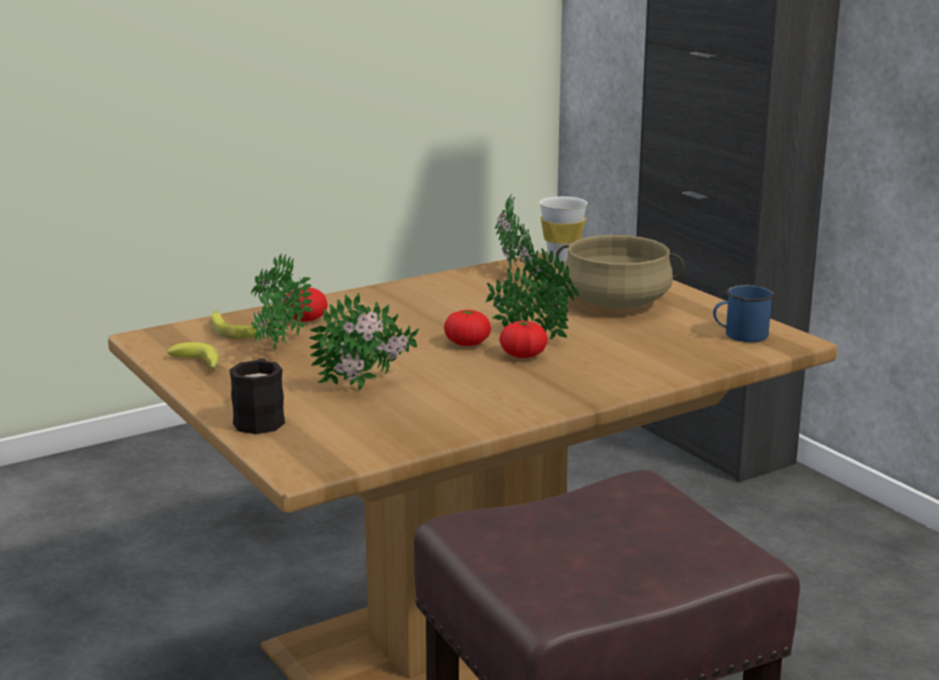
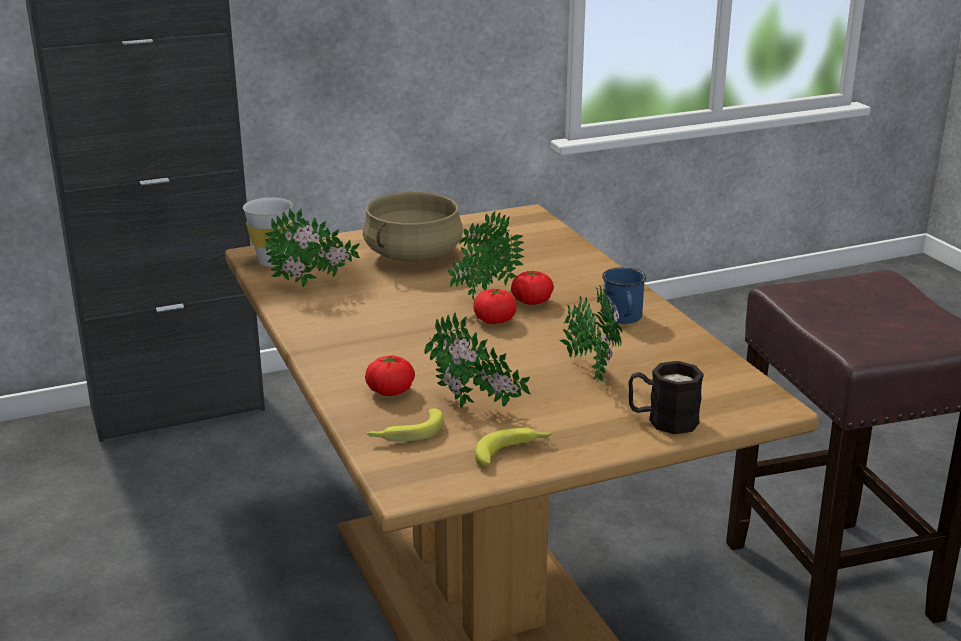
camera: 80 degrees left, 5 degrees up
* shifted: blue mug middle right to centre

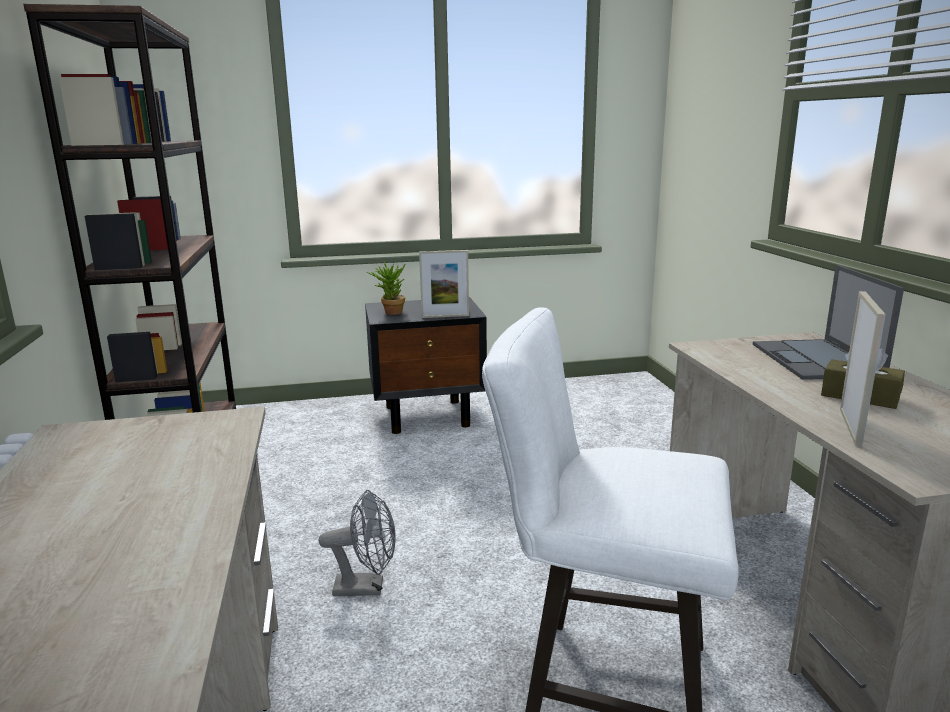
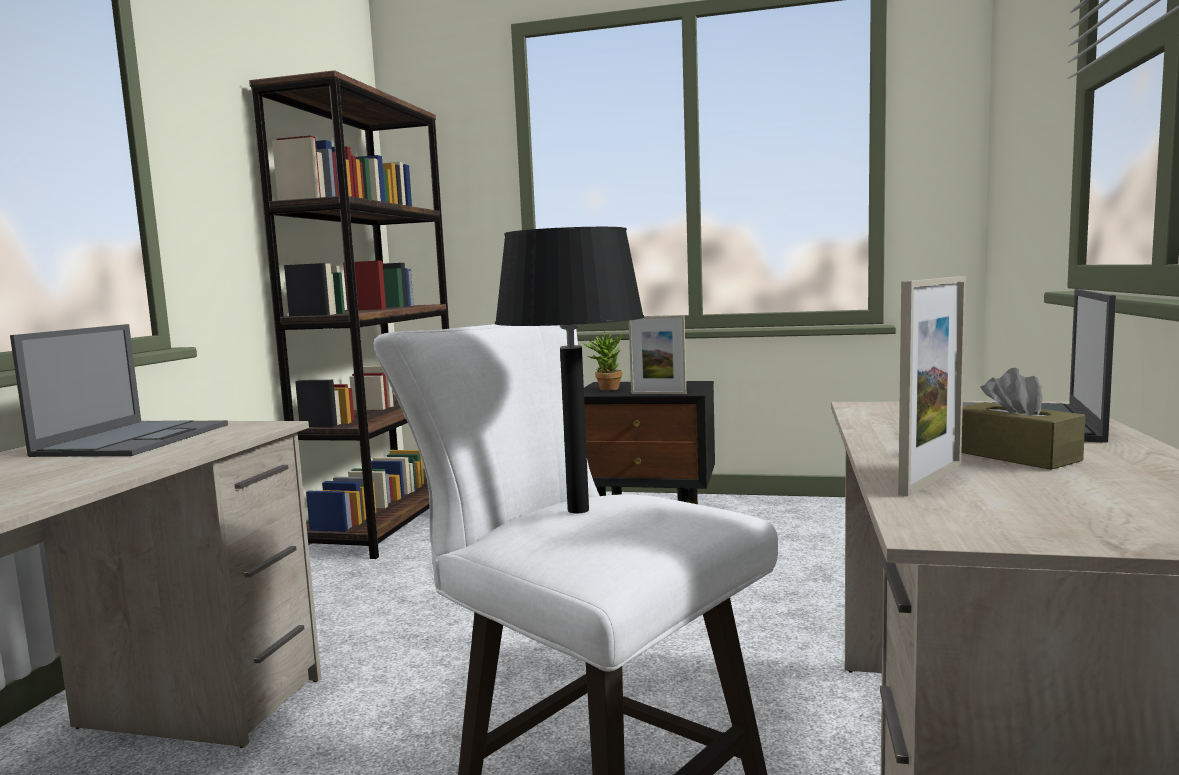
camera: 25 degrees right, 10 degrees down
* gone: grey fan bottom centre
* new: black table lamp centre
* new: laptop (no. 1 from left) middle left

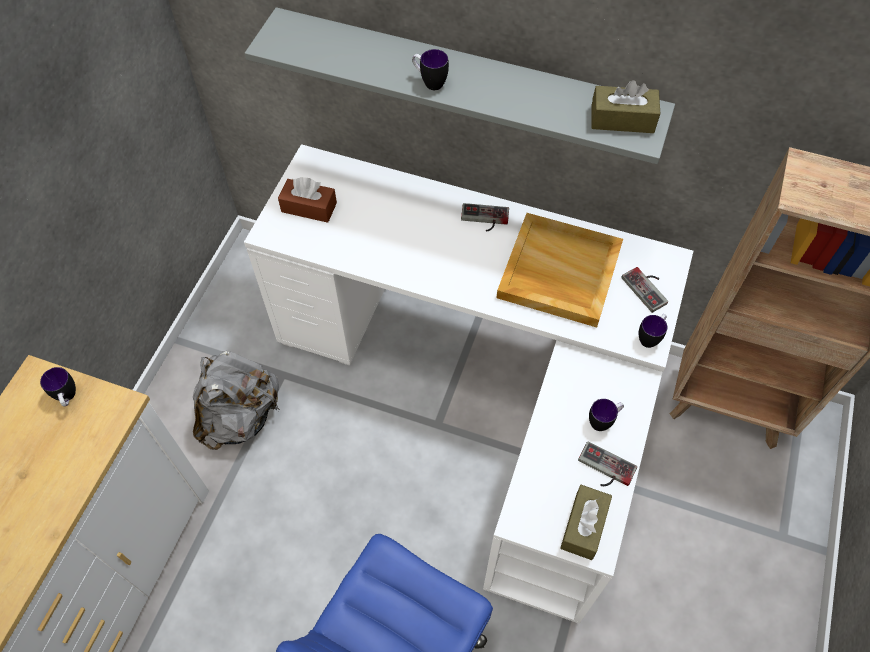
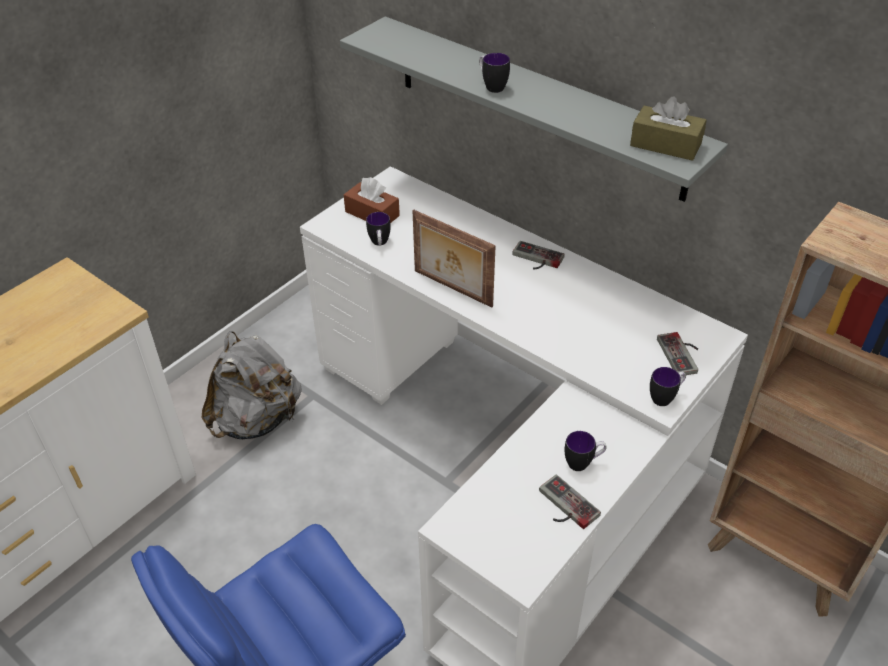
camera: 20 degrees right, 15 degrees down
* gone: beige tray centre
* shifted: mug (no. 1 from left) middle left to centre
* gone: brown tissue box (no. 2 from left) bottom right
* new: picture frame centre

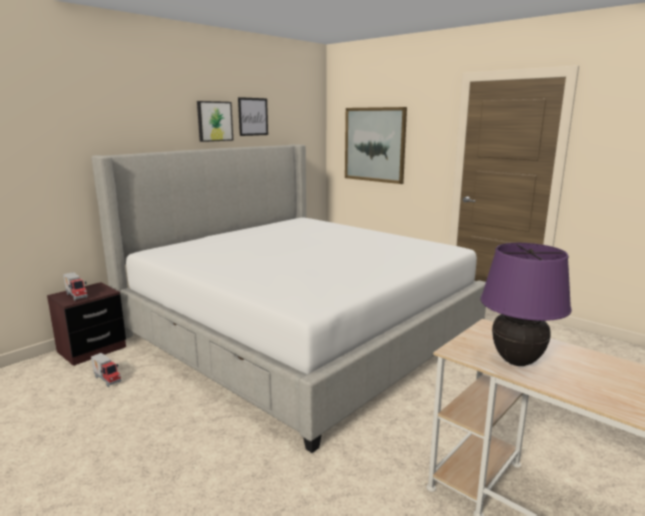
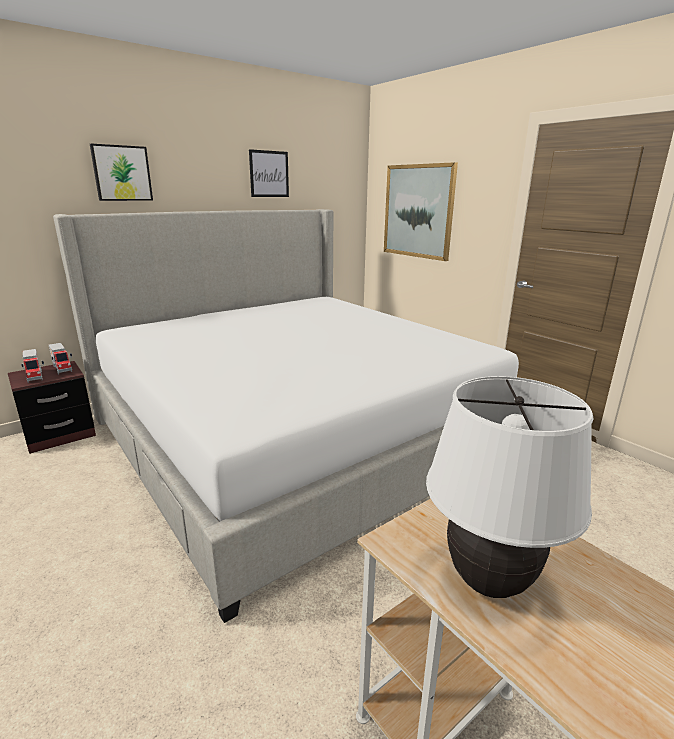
camera: 10 degrees right, 5 degrees up
* shifted: picture (no. 1 from left) top centre to top left
* repainted: purple table lamp middle right to white table lamp middle right
* shifted: toy truck (no. 2 from left) bottom left to middle left

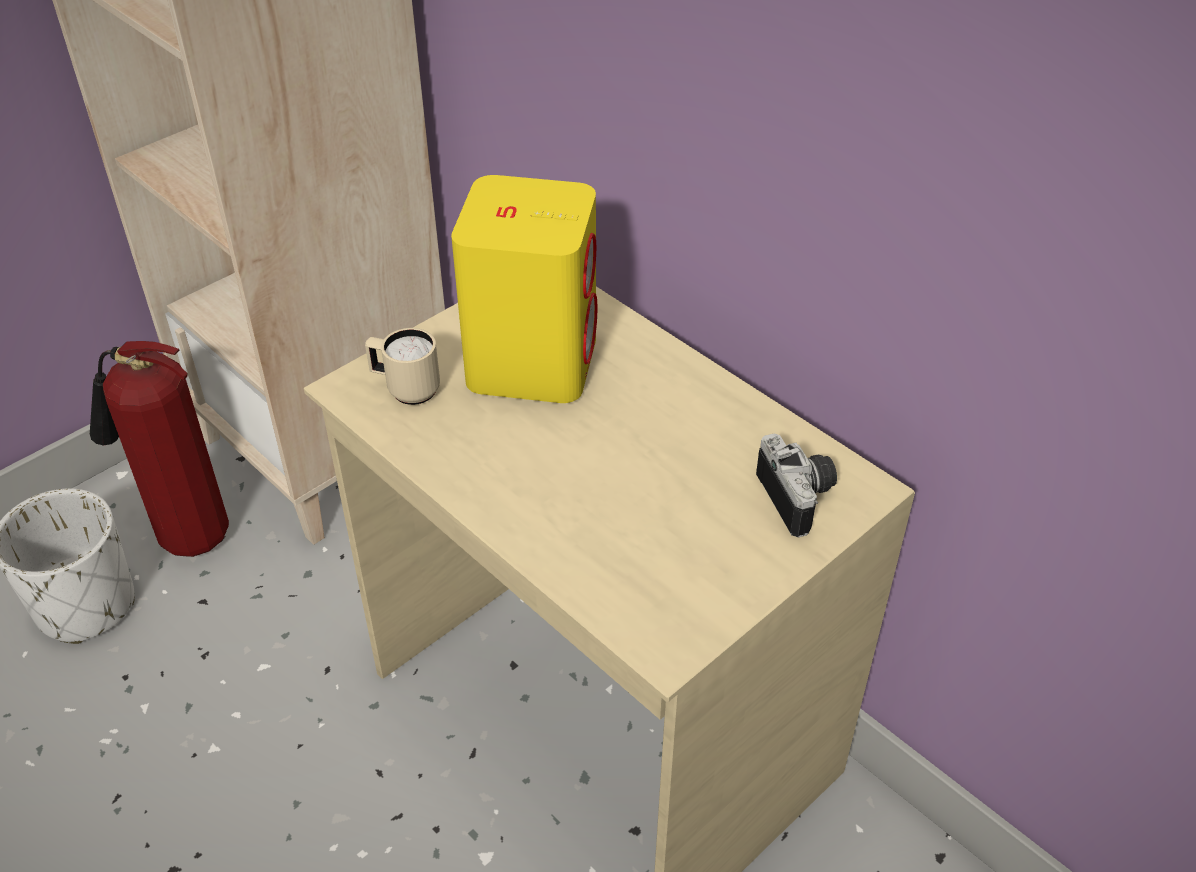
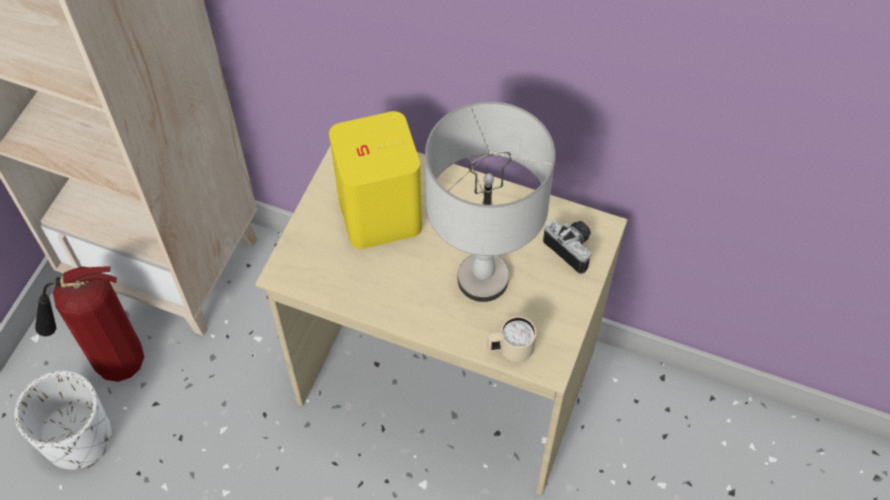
camera: 25 degrees left, 15 degrees up
* shifted: beige mug centre to bottom centre
* new: grey table lamp centre

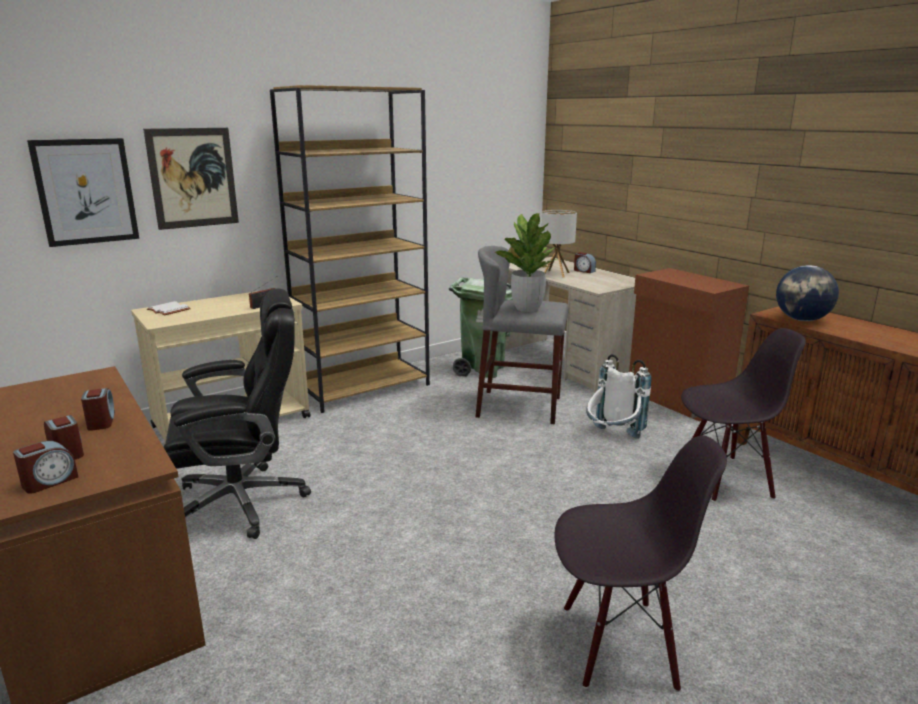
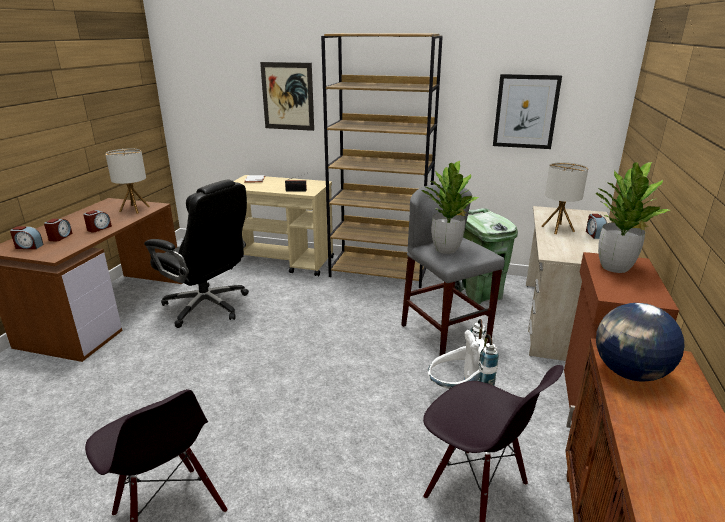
camera: 50 degrees right, 5 degrees up
* shifted: picture (no. 1 from left in the first image) top left to picture (no. 2 from left) top right
* new: table lamp (no. 1 from left) middle left
* new: potted plant (no. 2 from left) middle right

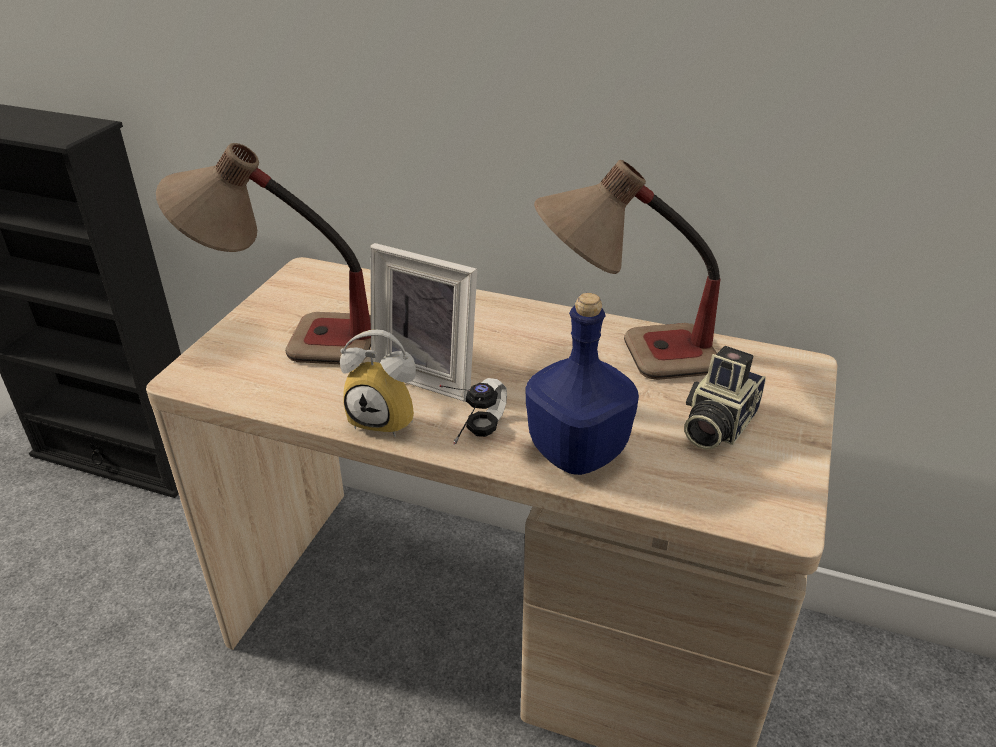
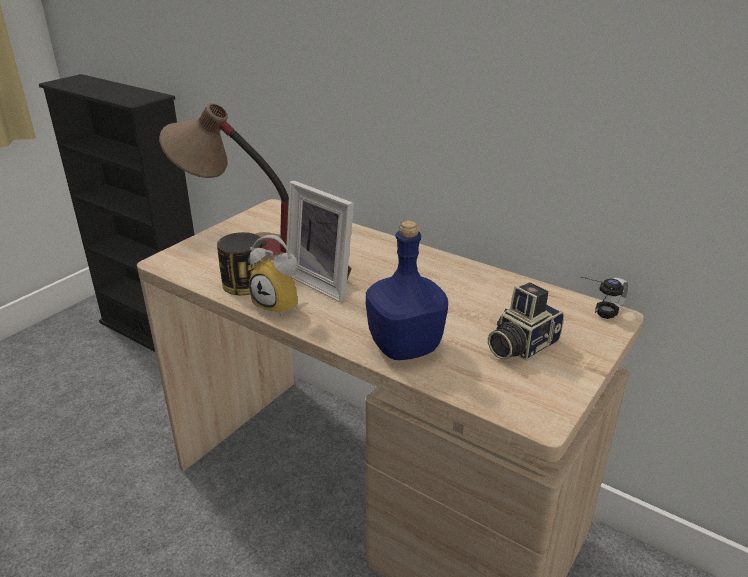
camera: 15 degrees right, 5 degrees down
* gone: table lamp (no. 2 from left) centre
* shifted: headphones centre to middle right
* new: can middle left

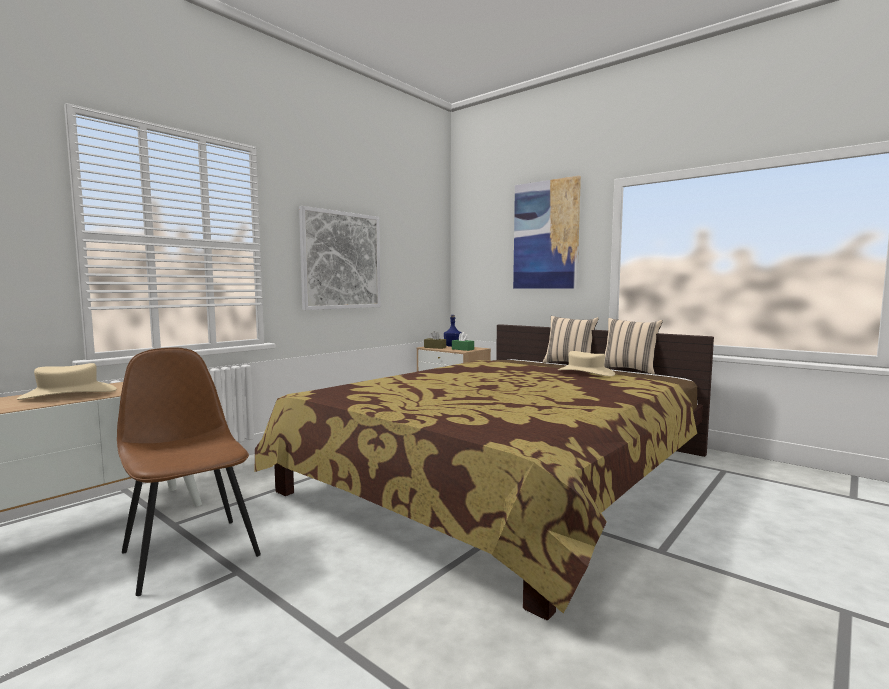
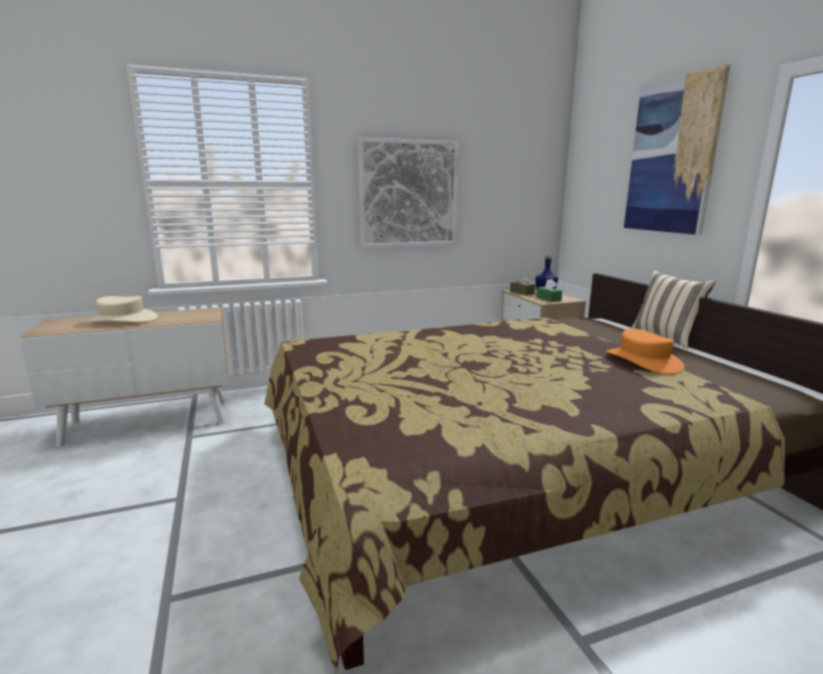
camera: 30 degrees right, 10 degrees up
* gone: beige pillow (no. 2 from left) middle right
* gone: brown chair bottom left
* repainted: beige hat (no. 2 from left) centre to orange hat middle right

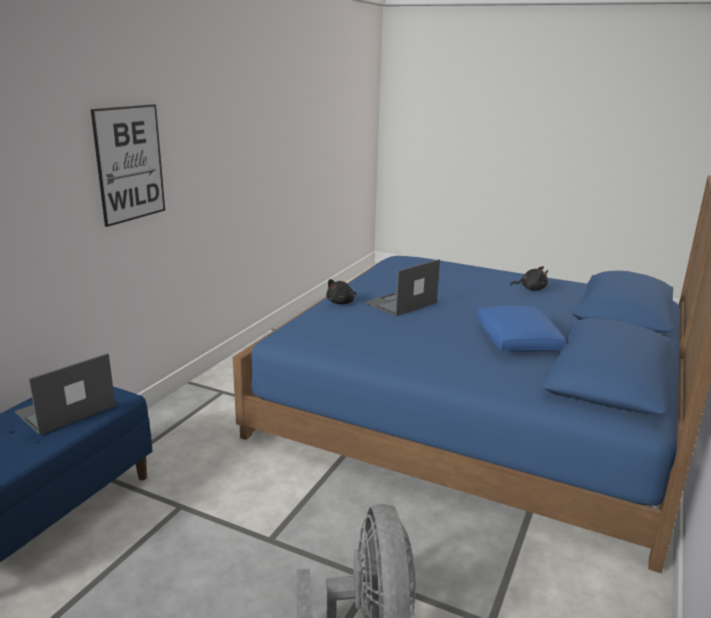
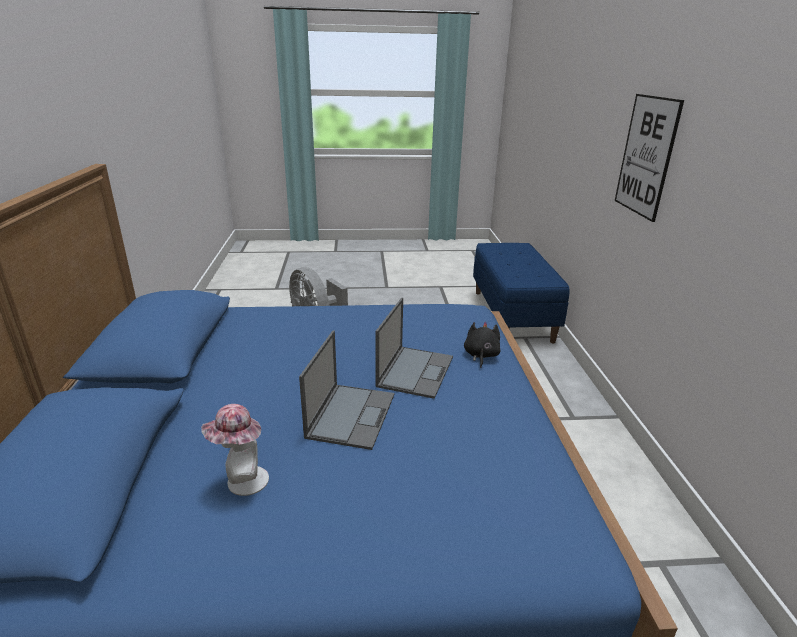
camera: 150 degrees right, 5 degrees up
* swapped: black plush toy (no. 2 from left) middle right to hat bottom left
* gone: blue pillow middle right
* shifted: laptop (no. 1 from left) middle left to centre

